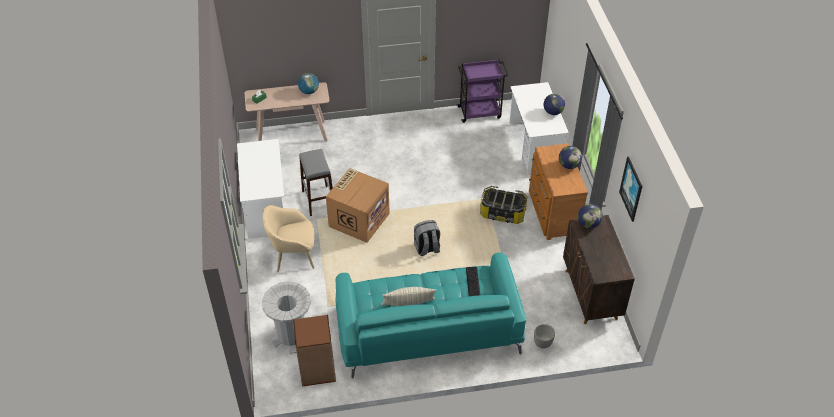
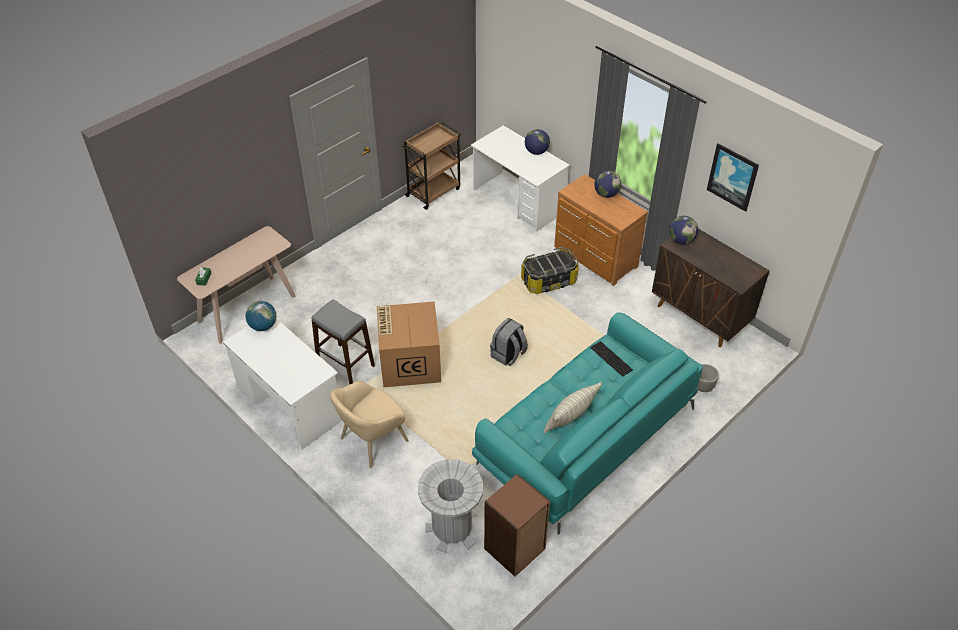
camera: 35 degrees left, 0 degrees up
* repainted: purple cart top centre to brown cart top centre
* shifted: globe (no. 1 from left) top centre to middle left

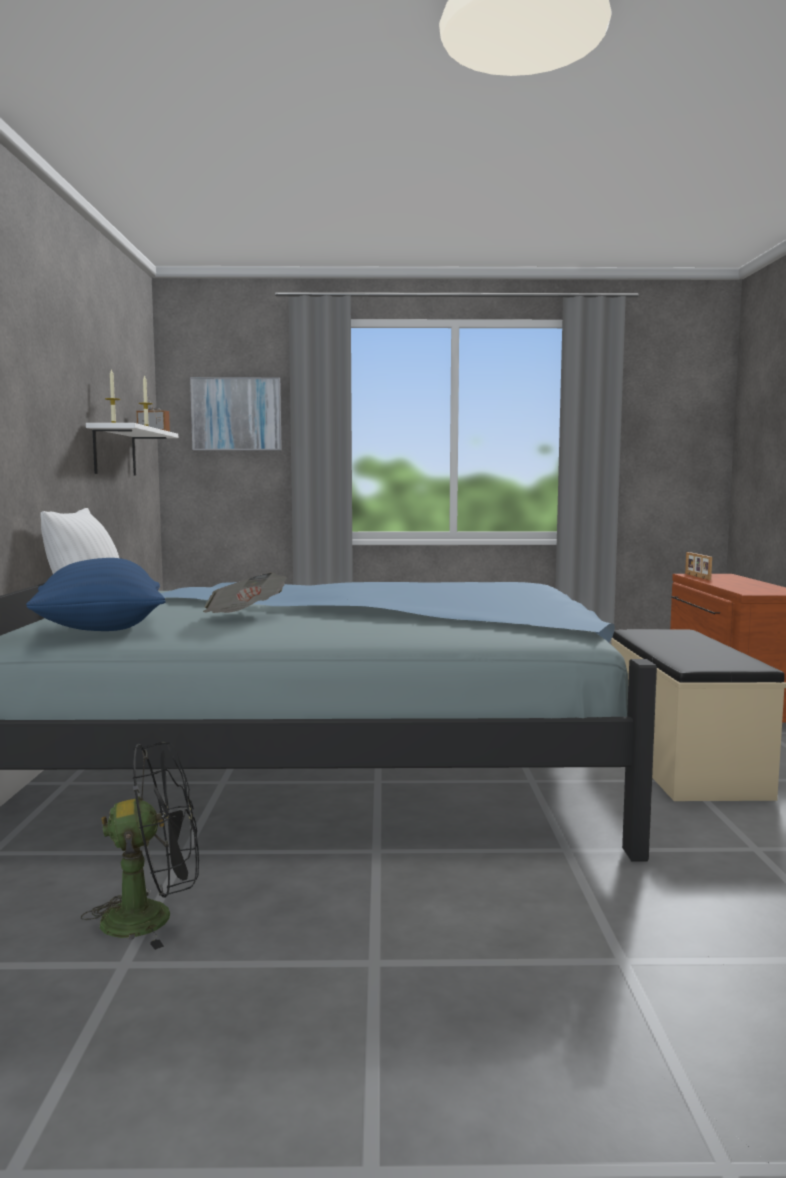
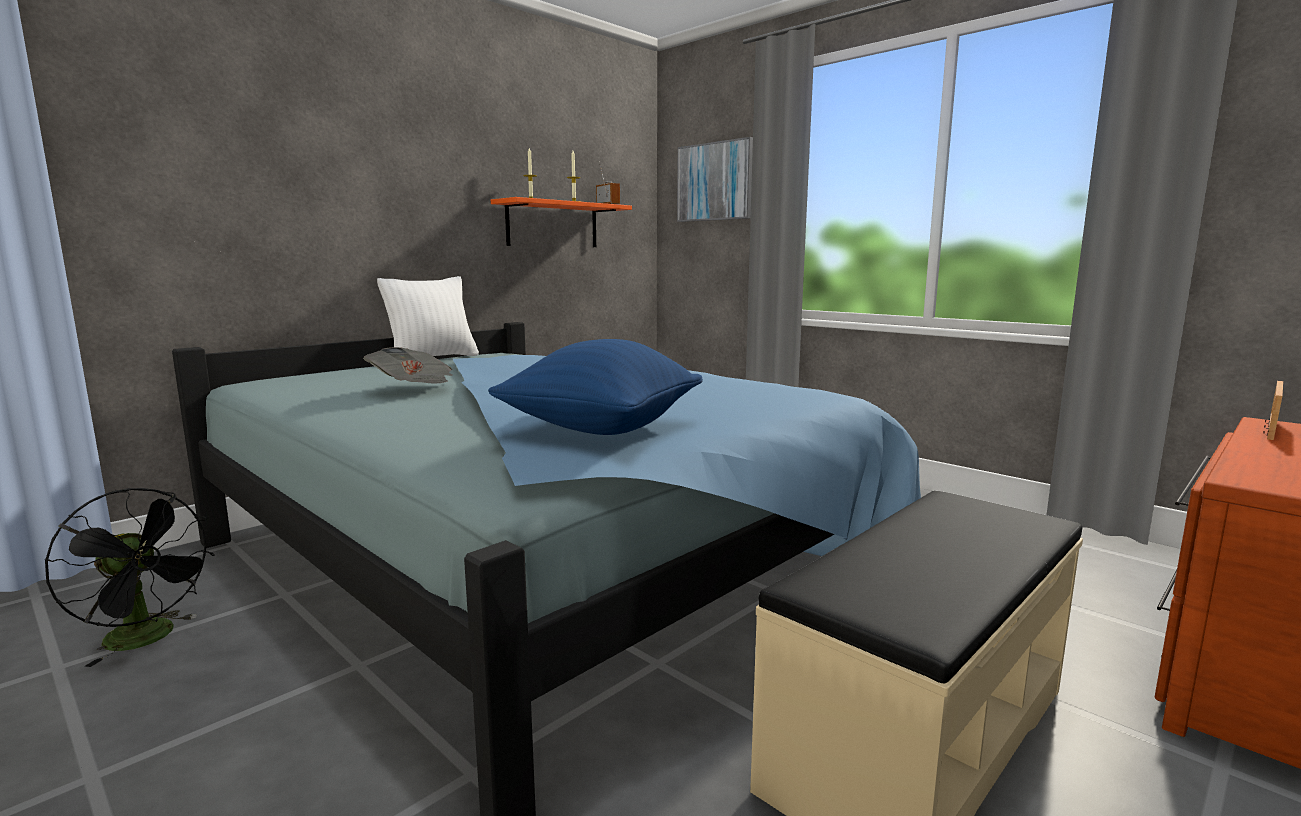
camera: 45 degrees right, 5 degrees up
* repainted: white shelf middle left to orange shelf top centre
* shifted: blue pillow middle left to centre

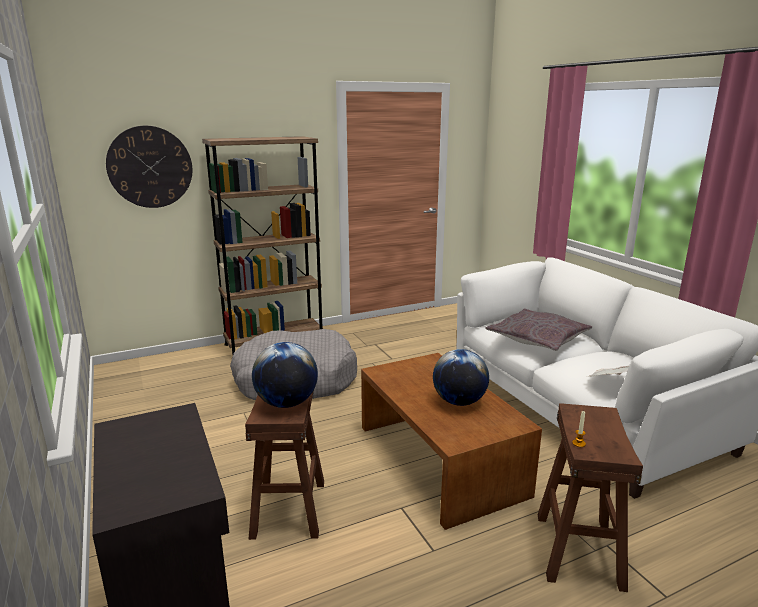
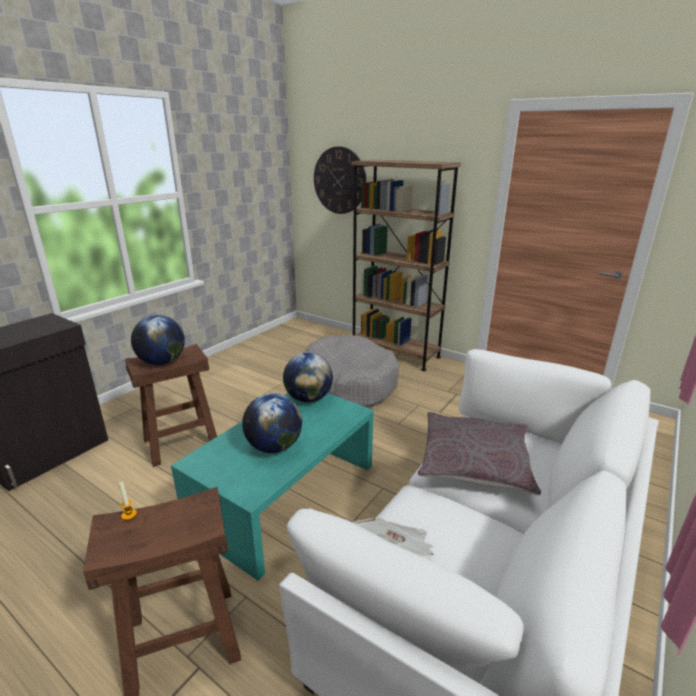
camera: 60 degrees right, 5 degrees up
* repainted: brown coffee table bottom centre to turquoise coffee table bottom centre
* new: globe (no. 3 from left) centre

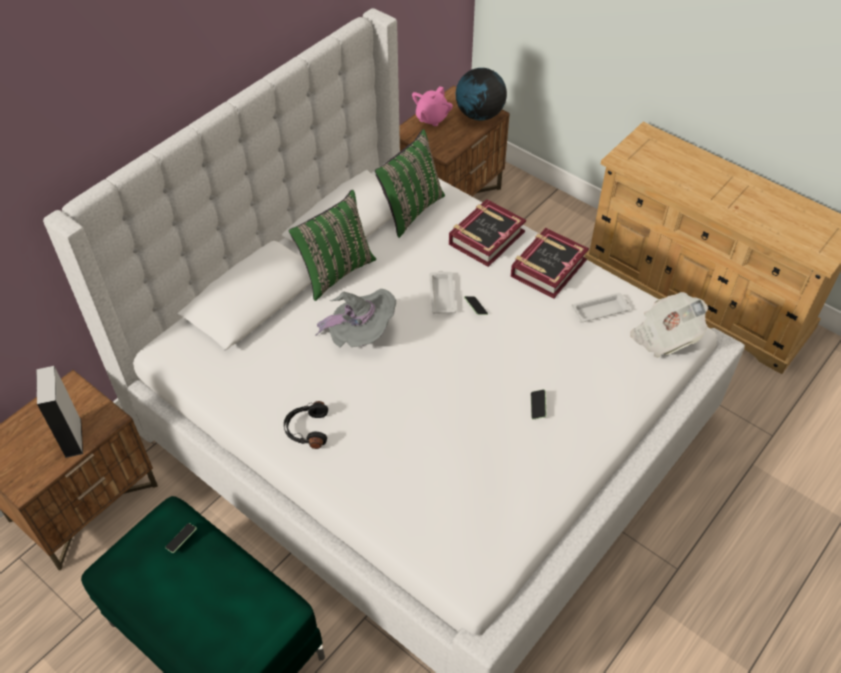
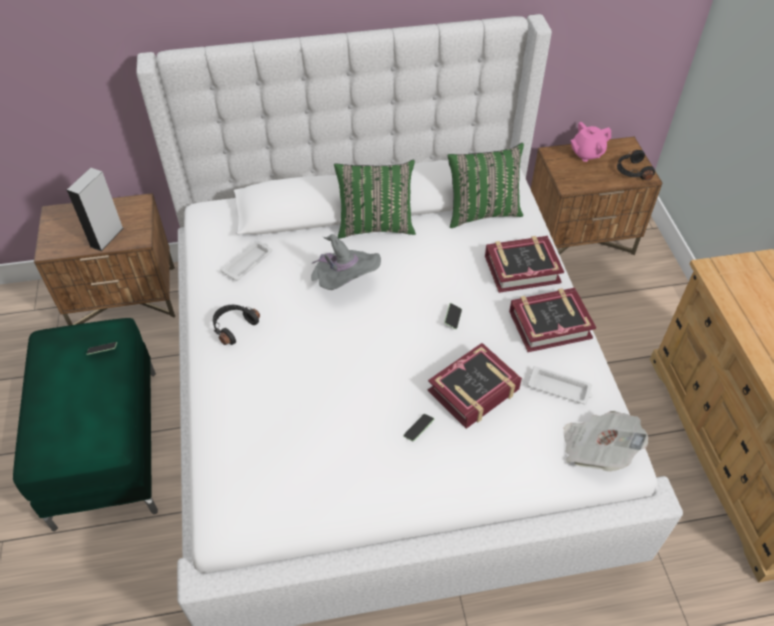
camera: 40 degrees right, 0 degrees up
* swapped: globe top centre to black headphones (no. 2 from left) top right
* shifted: white tray (no. 1 from left) centre to middle left
* new: book (no. 1 from left) centre

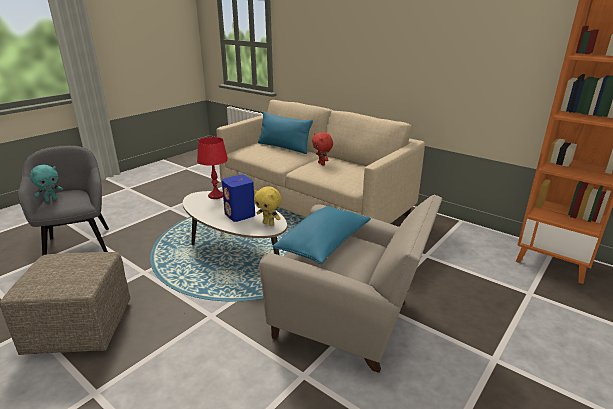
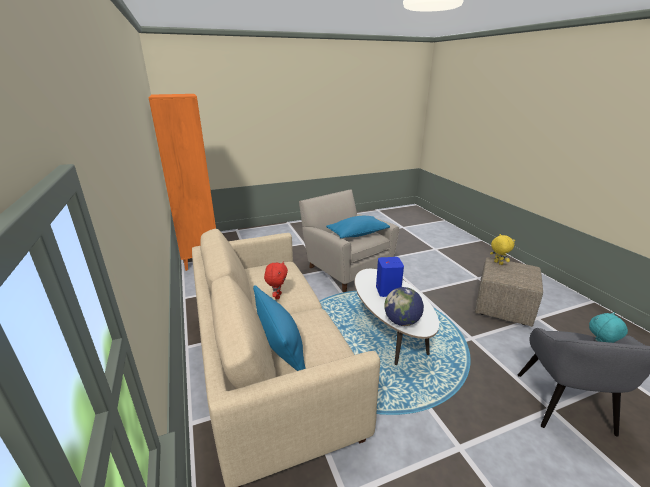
camera: 150 degrees left, 0 degrees up
* swapped: red table lamp centre to globe centre
* shifted: yellow plush toy centre to middle right

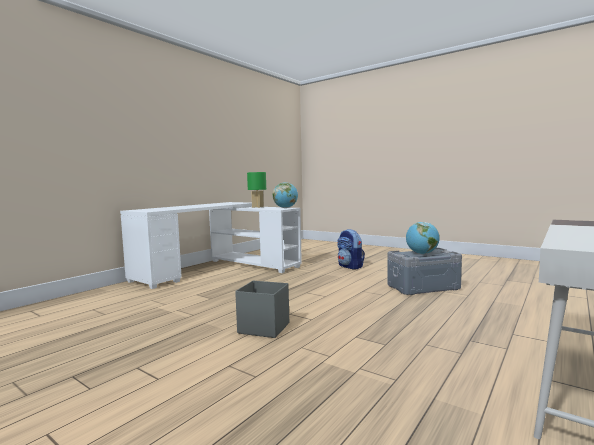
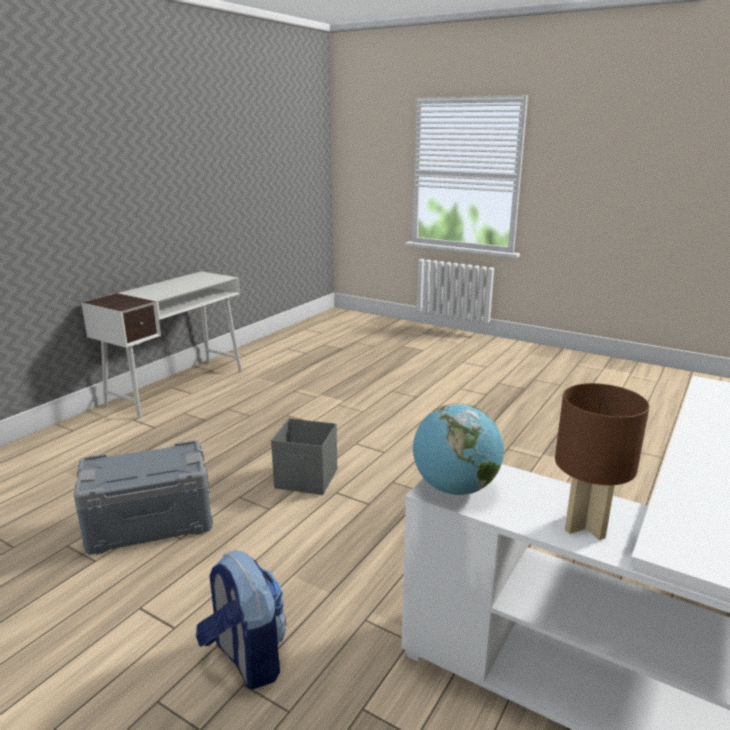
camera: 175 degrees right, 15 degrees up
* repainted: green table lamp centre to brown table lamp middle right
* gone: globe (no. 2 from left) middle right
* shifted: grey storage box (no. 1 from left in the first image) bottom centre to grey storage box (no. 2 from left) centre

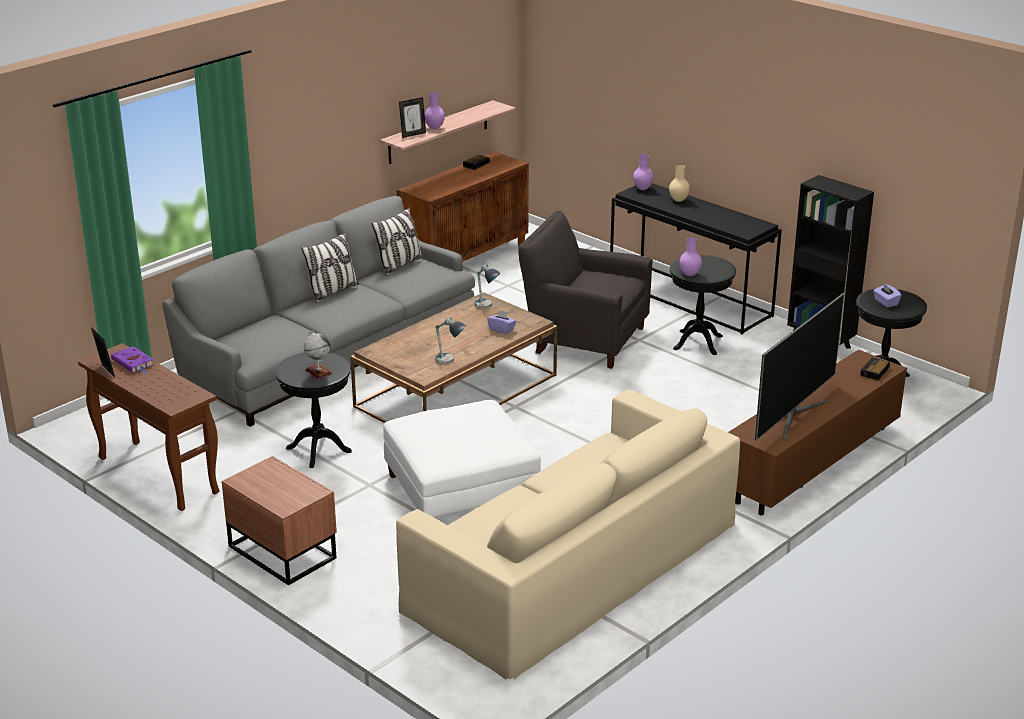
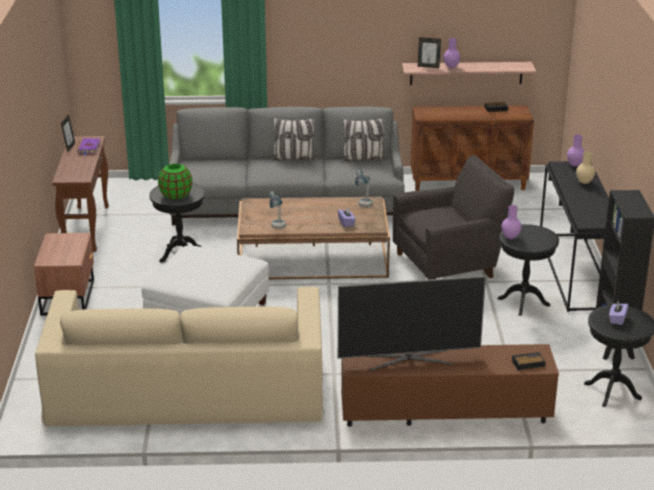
camera: 45 degrees right, 0 degrees up
* rotated: grey armchair centre = middle right 90 degrees clockwise
* swapped: globe middle left to green vase middle left

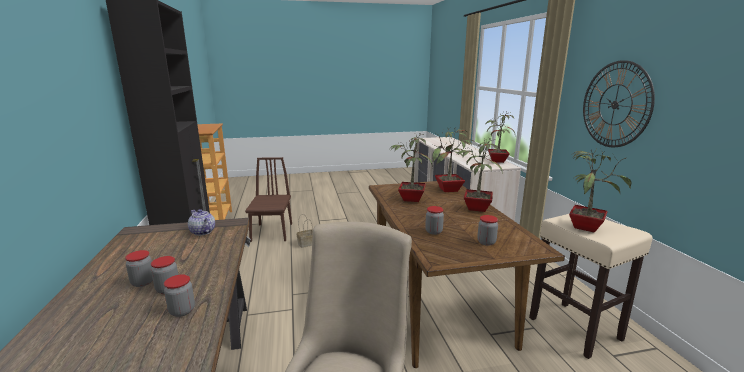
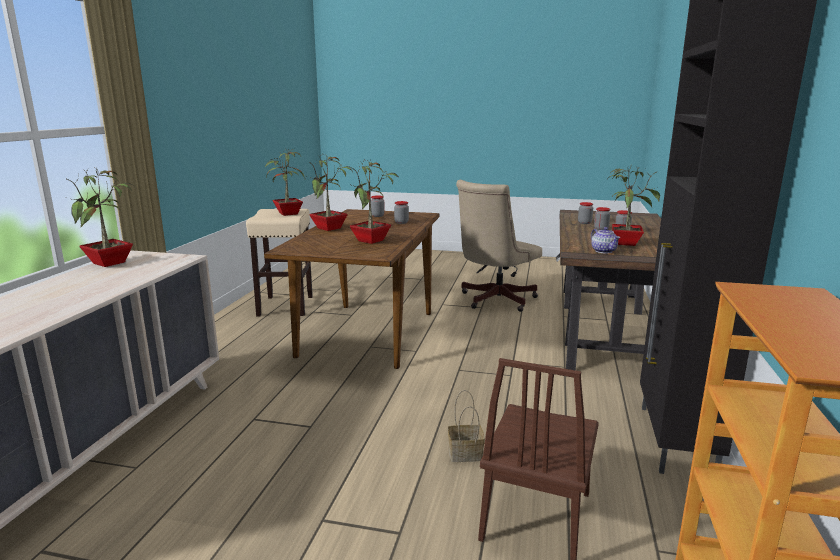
camera: 155 degrees left, 0 degrees up
* gone: wall clock top right
* shifted: potted plant (no. 2 from left in the first image) centre to potted plant (no. 5 from left) middle right

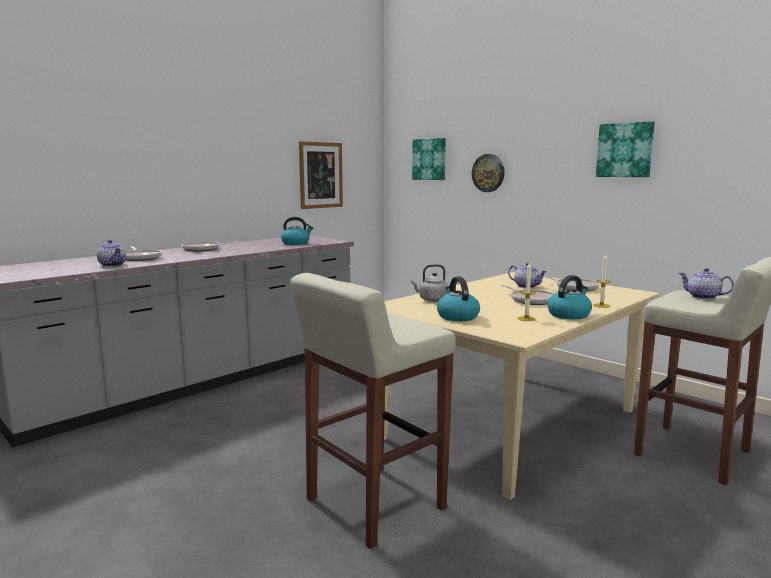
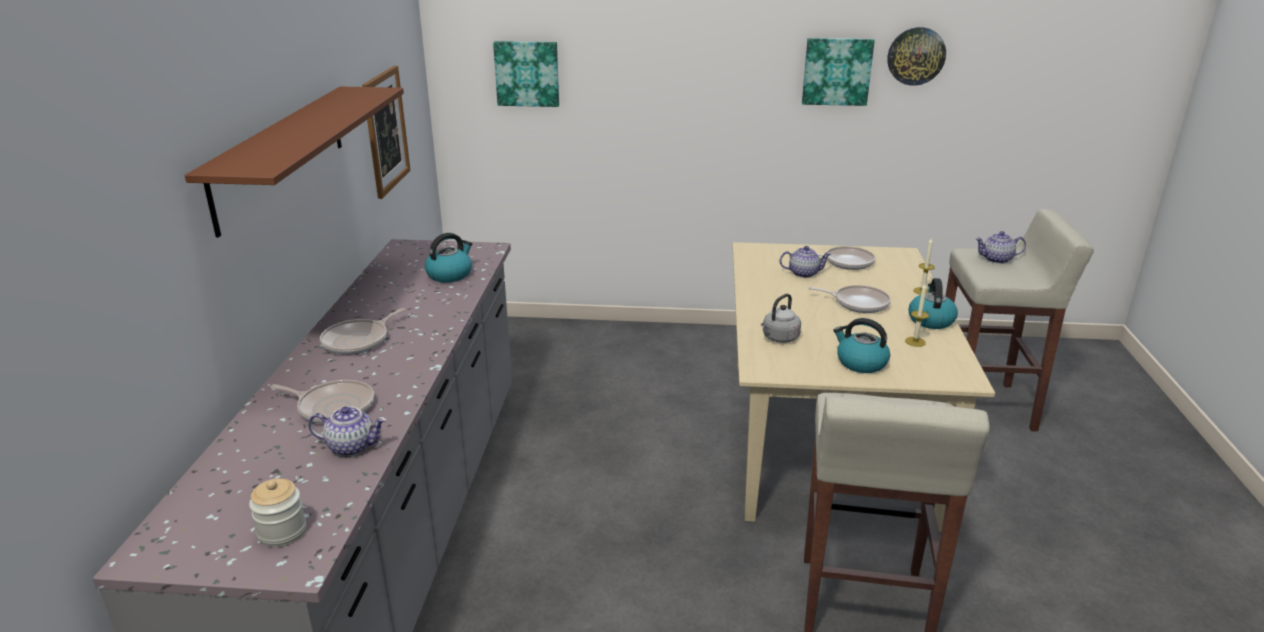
camera: 40 degrees left, 15 degrees up
* shifted: wall clock top centre to top right
* new: brown shelf top left
* new: jar bottom left

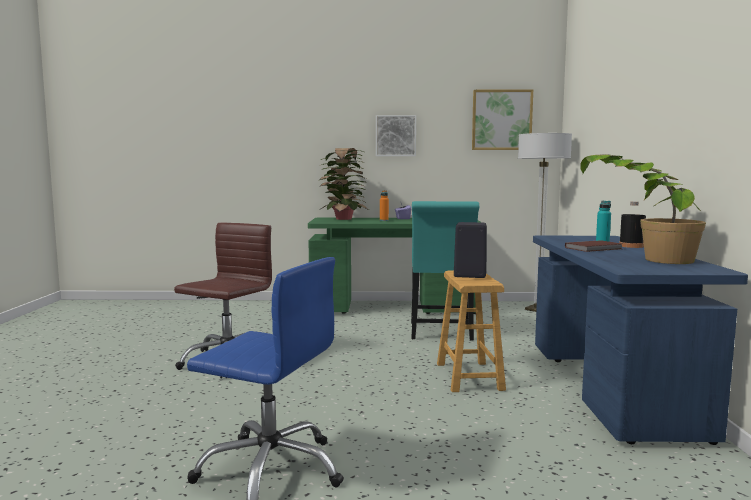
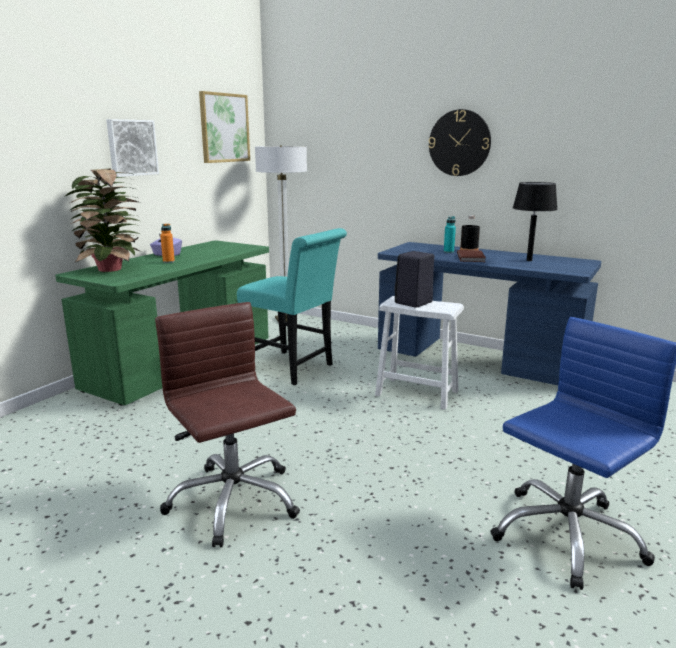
camera: 60 degrees left, 10 degrees up
* swapped: potted plant (no. 2 from left) middle right to black table lamp middle right
* repainted: brown stool centre to white stool centre
* new: wall clock top right

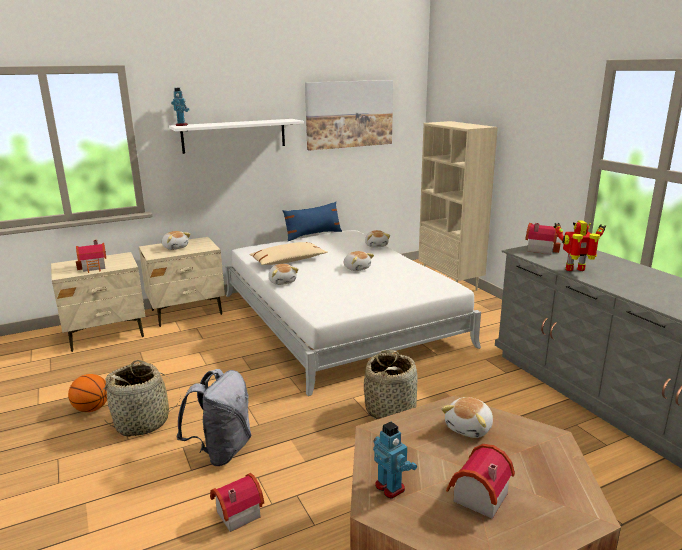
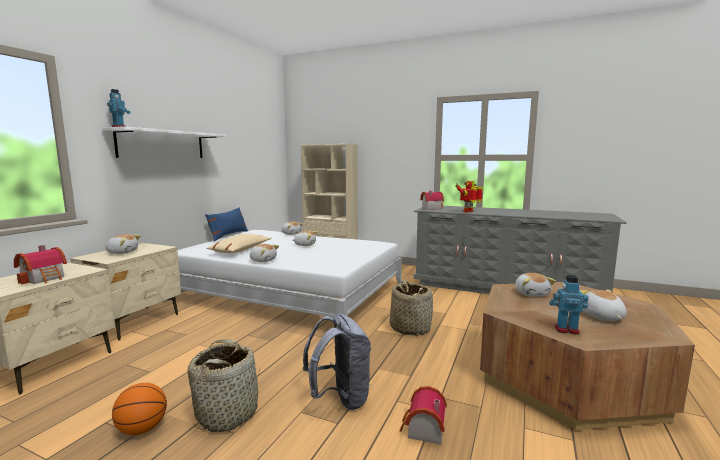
camera: 40 degrees left, 10 degrees down
* gone: picture top centre
* swapped: toy house (no. 3 from left) bottom right to plush toy (no. 6 from left) middle right

